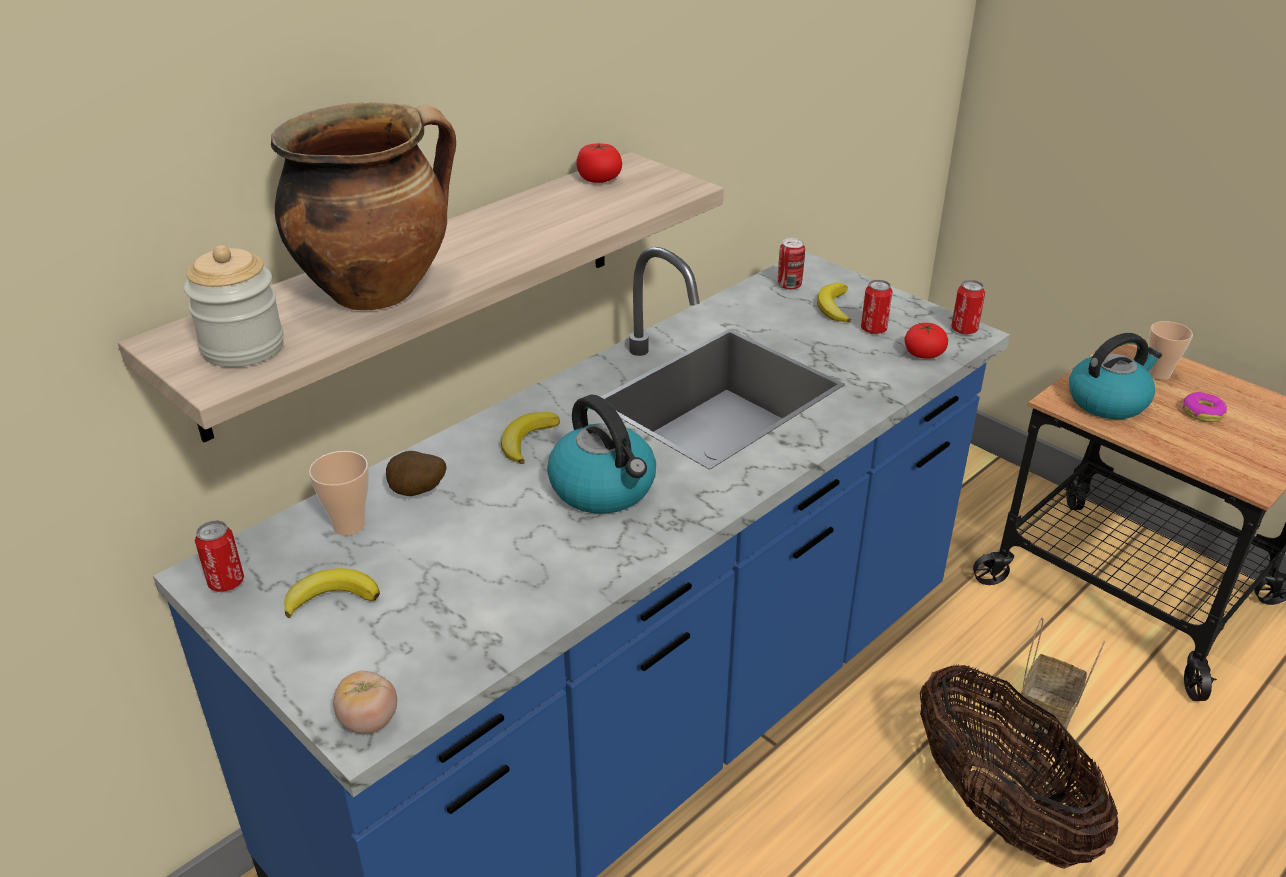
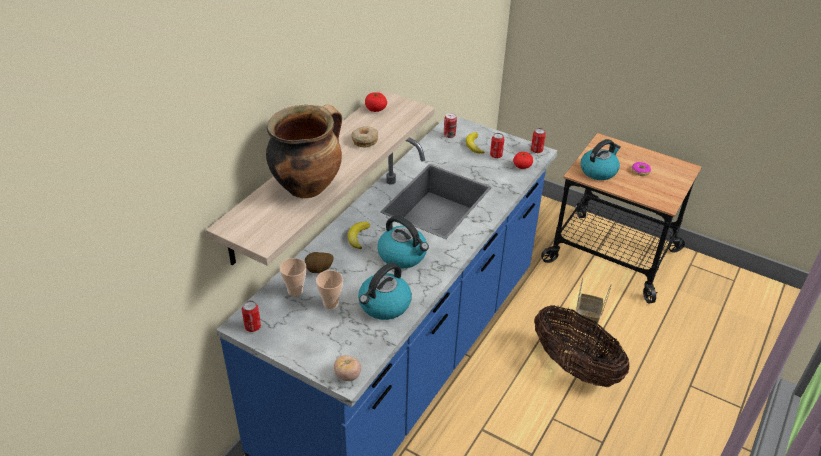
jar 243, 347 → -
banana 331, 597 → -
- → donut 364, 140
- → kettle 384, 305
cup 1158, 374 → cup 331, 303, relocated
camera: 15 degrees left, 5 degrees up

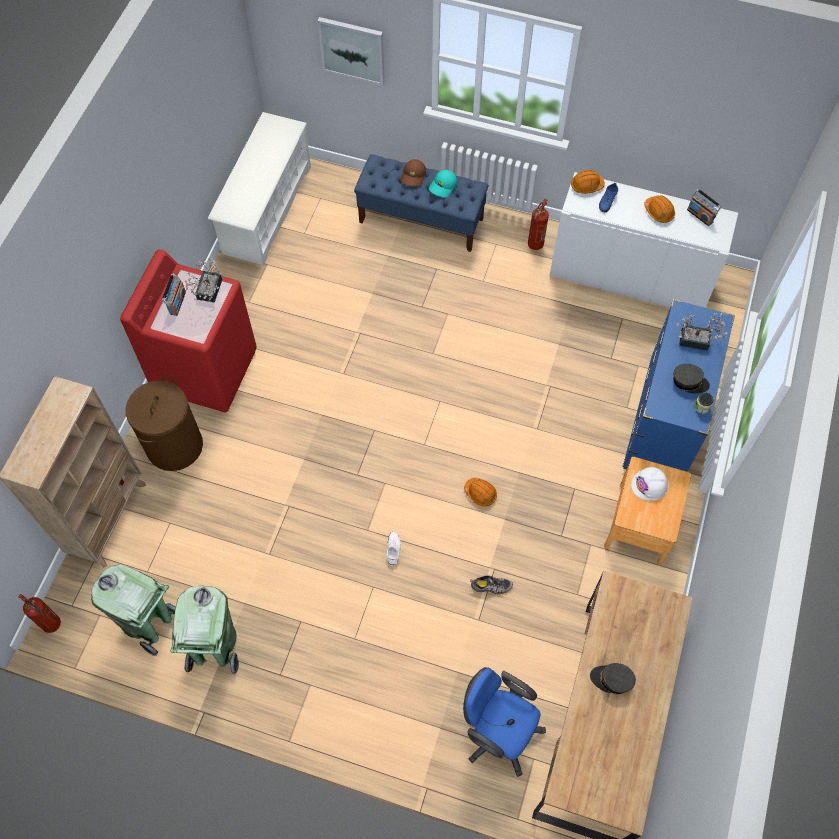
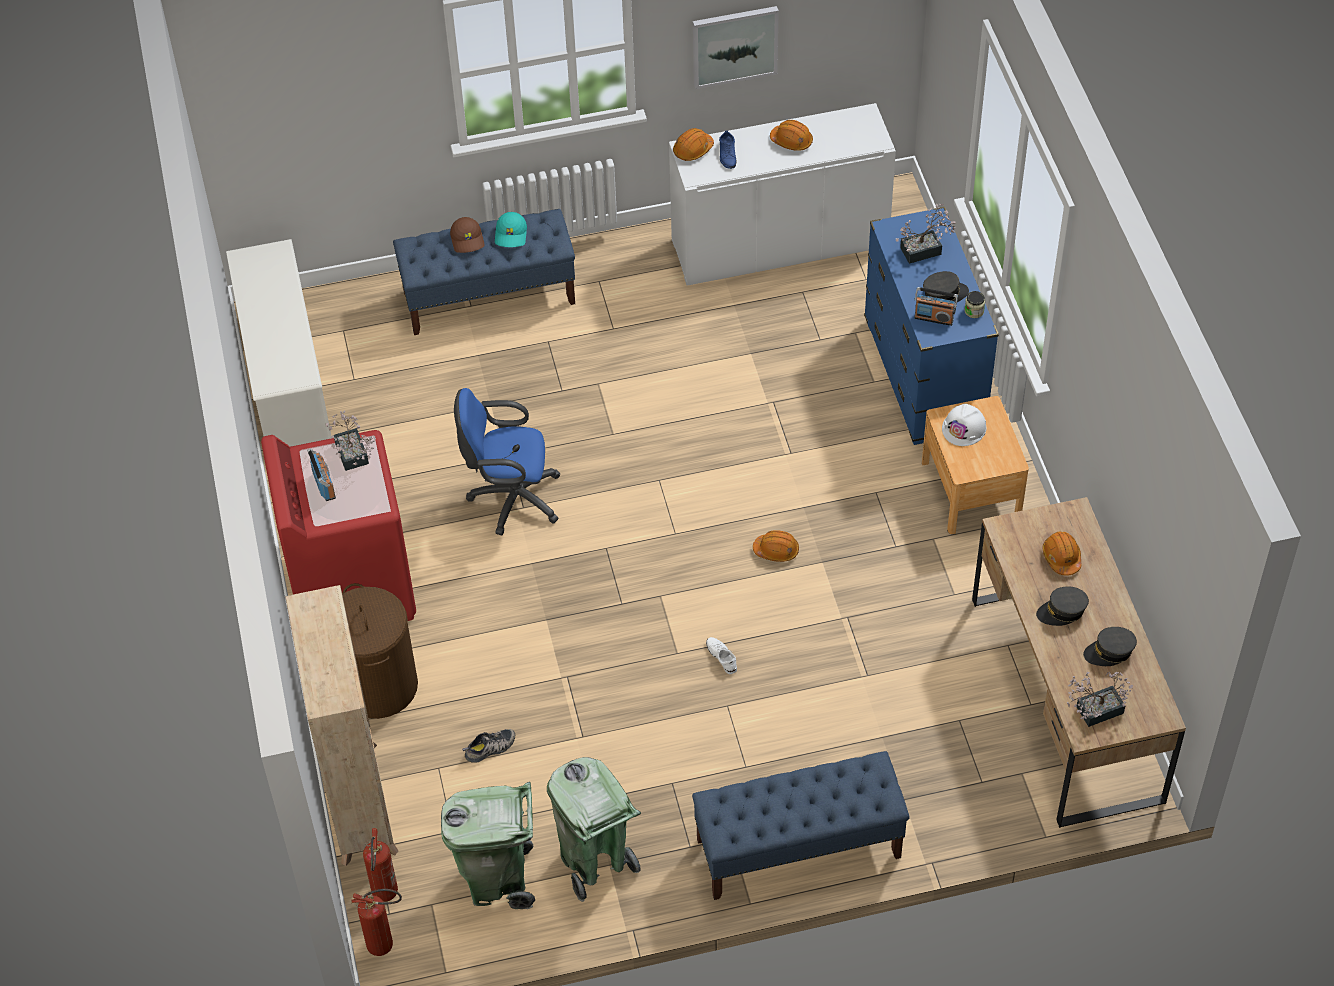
- → blue bench 798, 849
- → orange hard hat 1061, 557
- → potted plant 1094, 711
- → grey cap 1109, 652
picture 352, 50 → picture 734, 45, relocated
blue office chair 497, 731 → blue office chair 510, 498, relocated
shoe 491, 587 → shoe 490, 749, relocated
fire extinguisher 533, 247 → fire extinguisher 384, 897, relocated
radio 700, 215 → radio 934, 318, relocated
camera: 30 degrees left, 10 degrees down

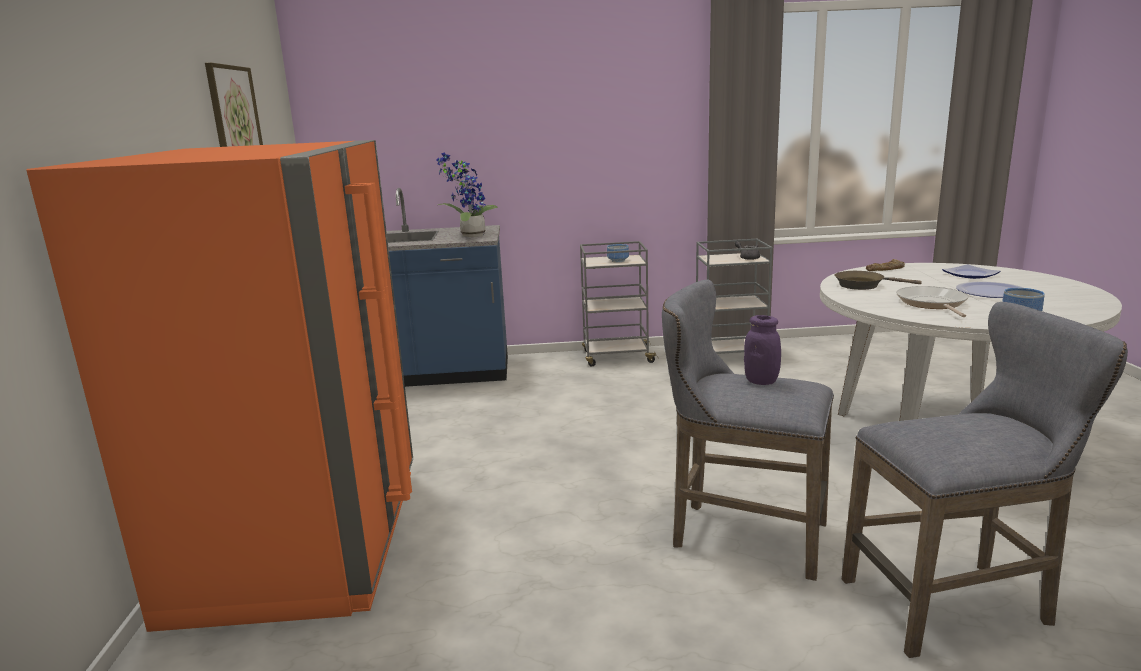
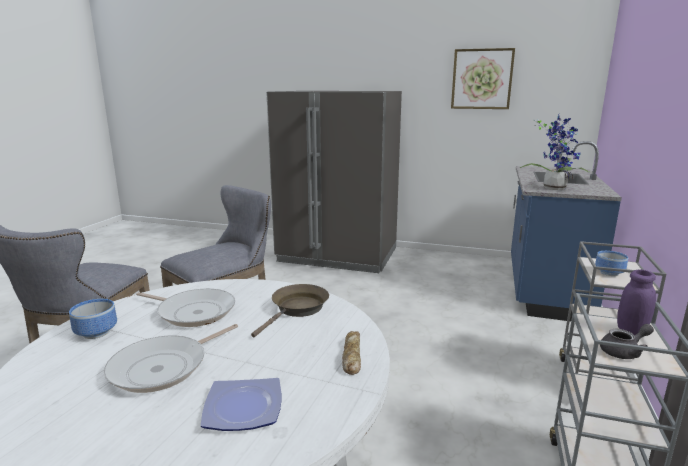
purple jar 761, 381 → purple jar 631, 331, relocated
plate 991, 292 → frying pan 164, 367
orange fridge 305, 540 → grey fridge 338, 255
camera: 110 degrees right, 0 degrees up

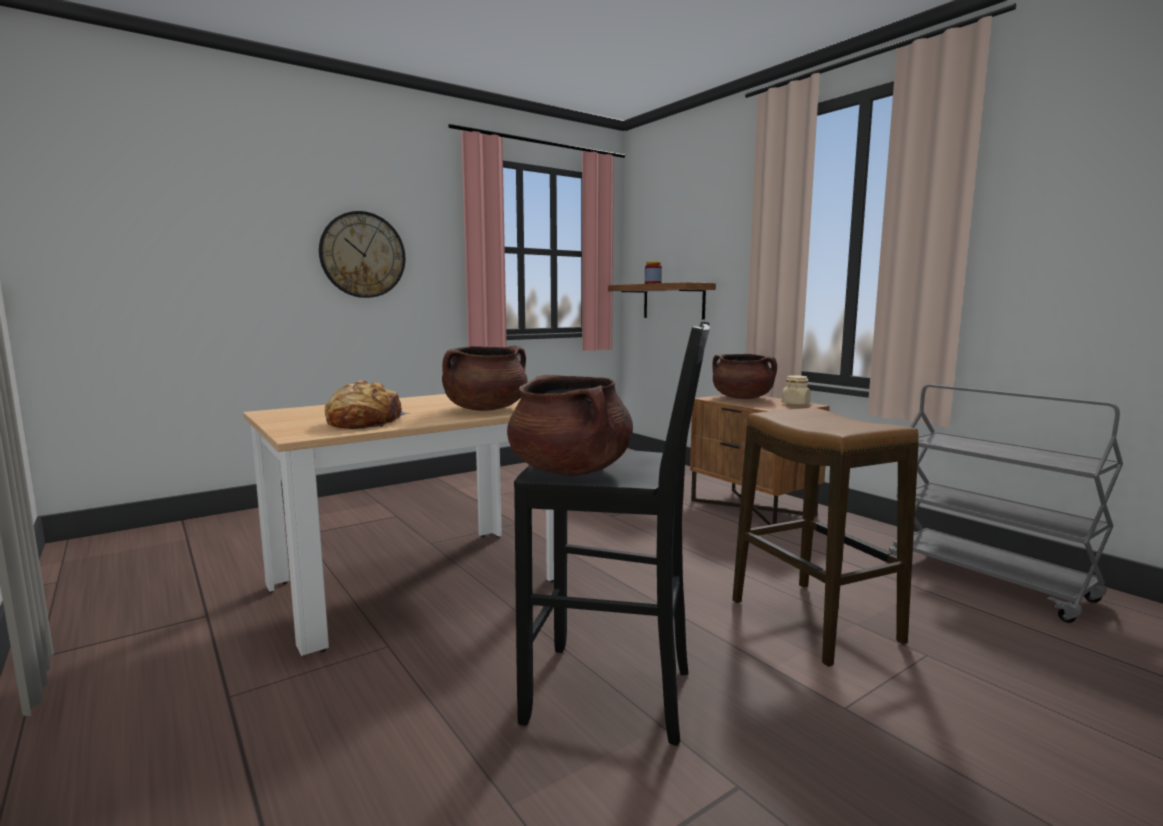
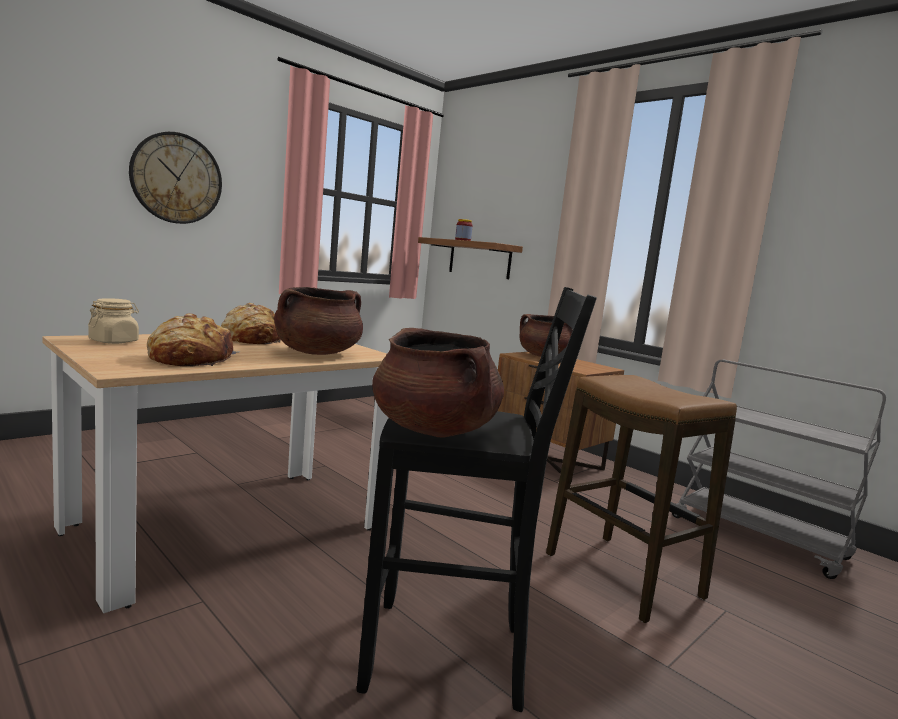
- → bread 252, 339
beige jar 795, 403 → beige jar 114, 341, relocated
camera: 10 degrees left, 0 degrees up

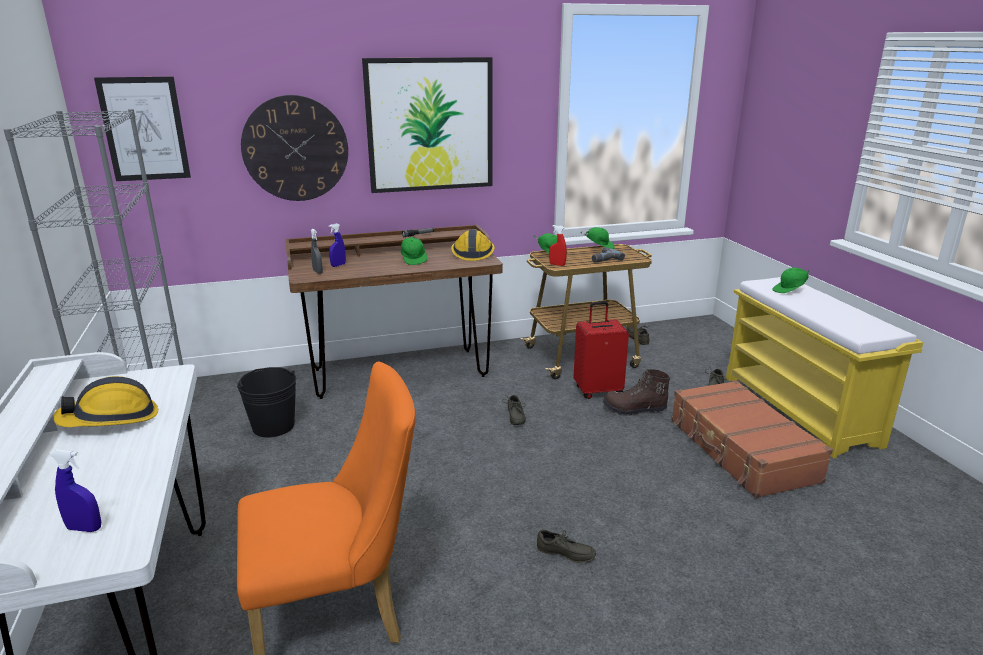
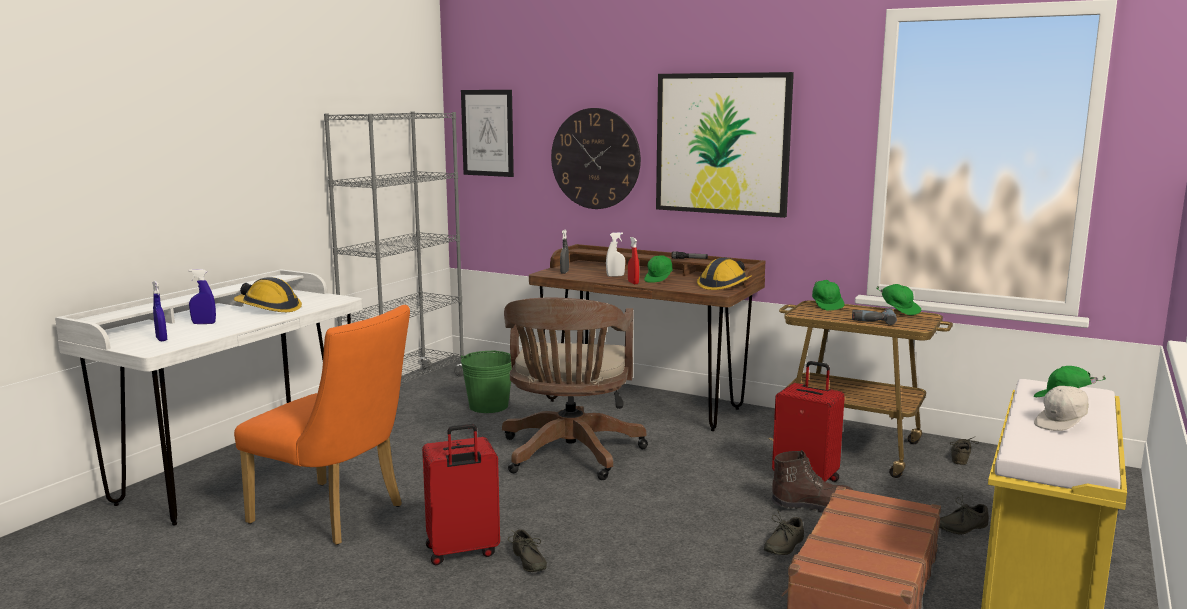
- → red suitcase 462, 552
- → brown office chair 569, 456
- → white spray bottle 615, 276
- → white cap 1062, 424
blue spray bottle 338, 265 → blue spray bottle 204, 323, relocated
grey shoe 514, 417 → grey shoe 782, 545, relocated
red spray bottle 557, 265 → red spray bottle 633, 283, relocated
black bucket 273, 426 → green bucket 488, 406
brown boot 634, 410 → brown boot 813, 506, 135 degrees clockwise
camera: 45 degrees right, 10 degrees down

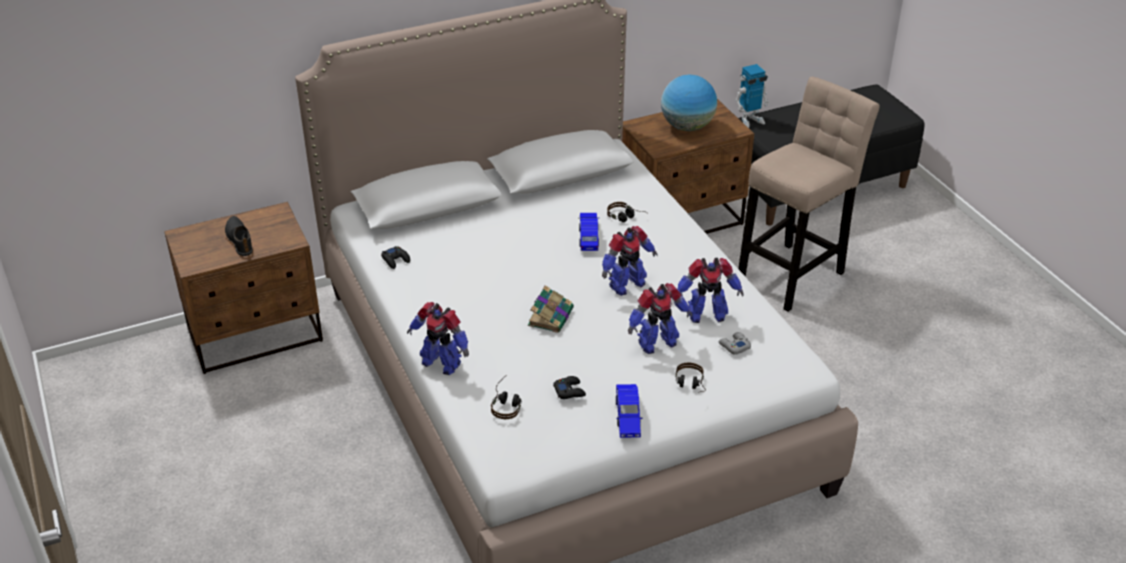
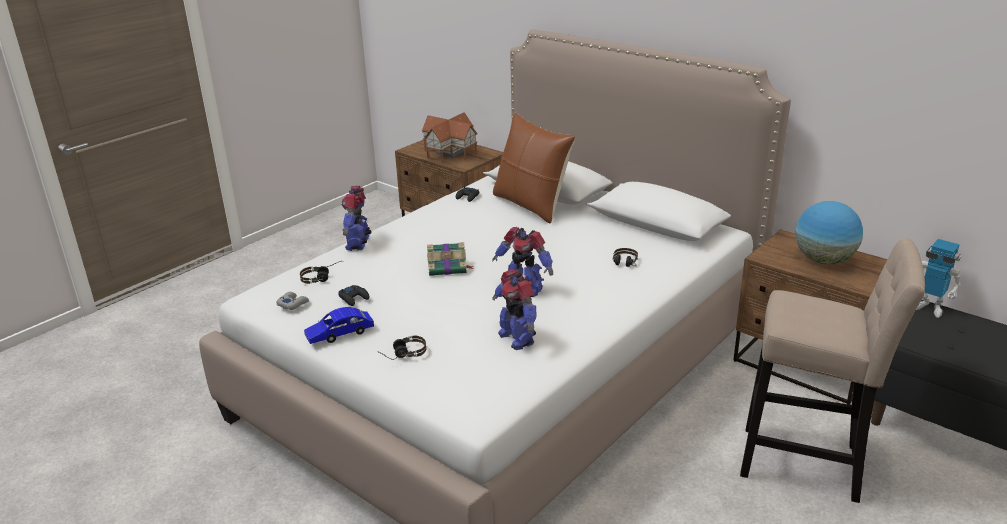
blue toy car 588, 236 → -
toy robot 656, 343 → -
- → brown pillow 531, 205
grey game controller 734, 346 → grey game controller 293, 304, relocated
black shoe 240, 239 → toy house 449, 153
camera: 65 degrees right, 10 degrees down

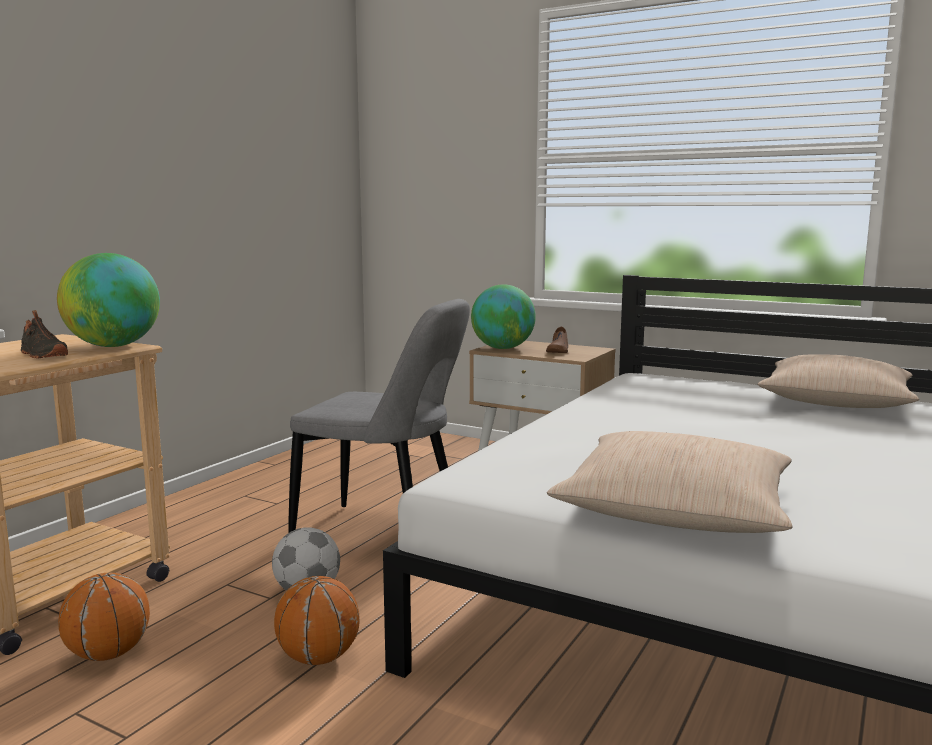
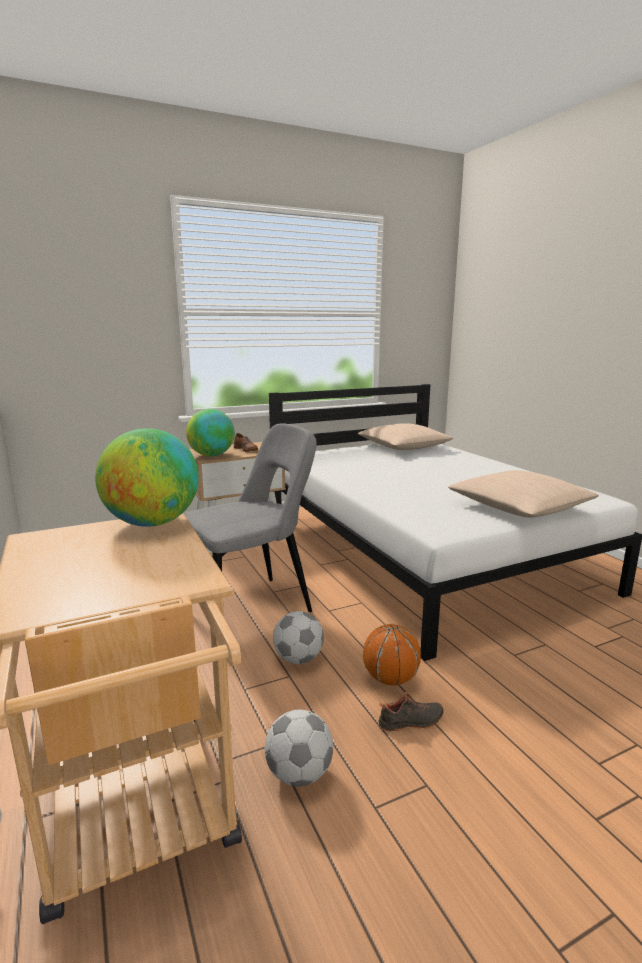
black shoe 42, 355 → black shoe 411, 722, relocated
basketball 108, 654 → football 298, 774
camera: 55 degrees left, 5 degrees up

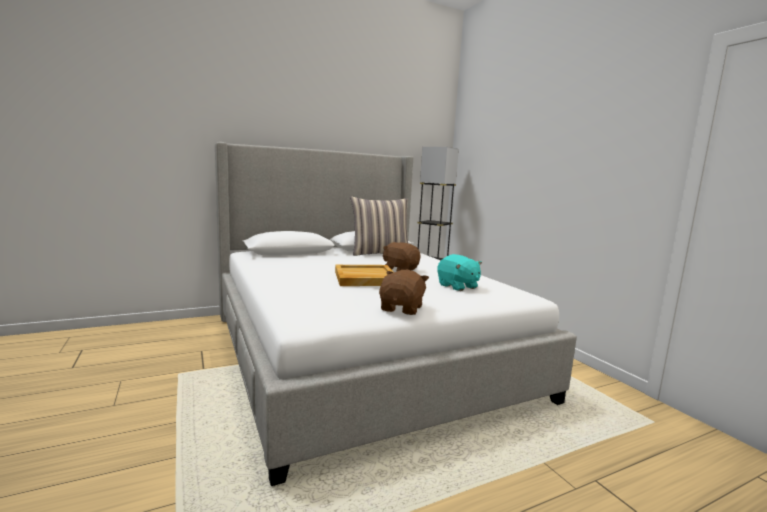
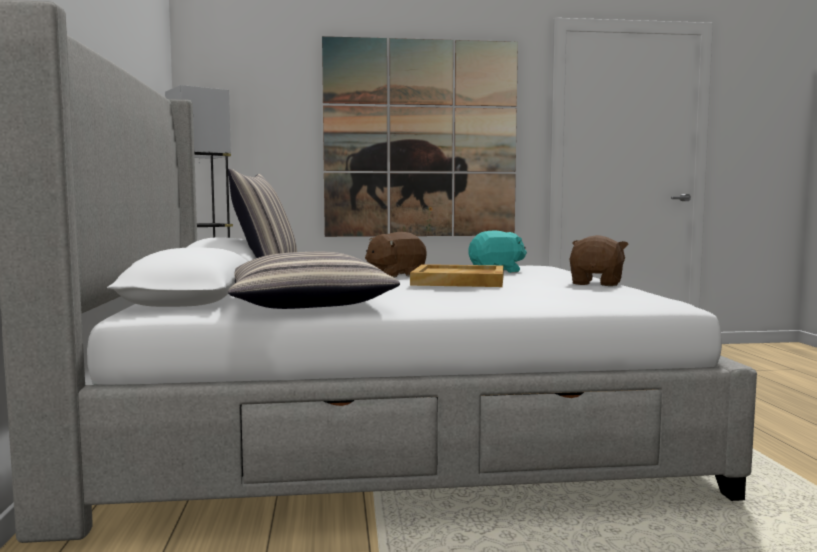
- → pillow 307, 303
- → picture 420, 139
brown plush toy 402, 309 → brown plush toy 597, 283, 75 degrees clockwise
camera: 70 degrees left, 5 degrees down

